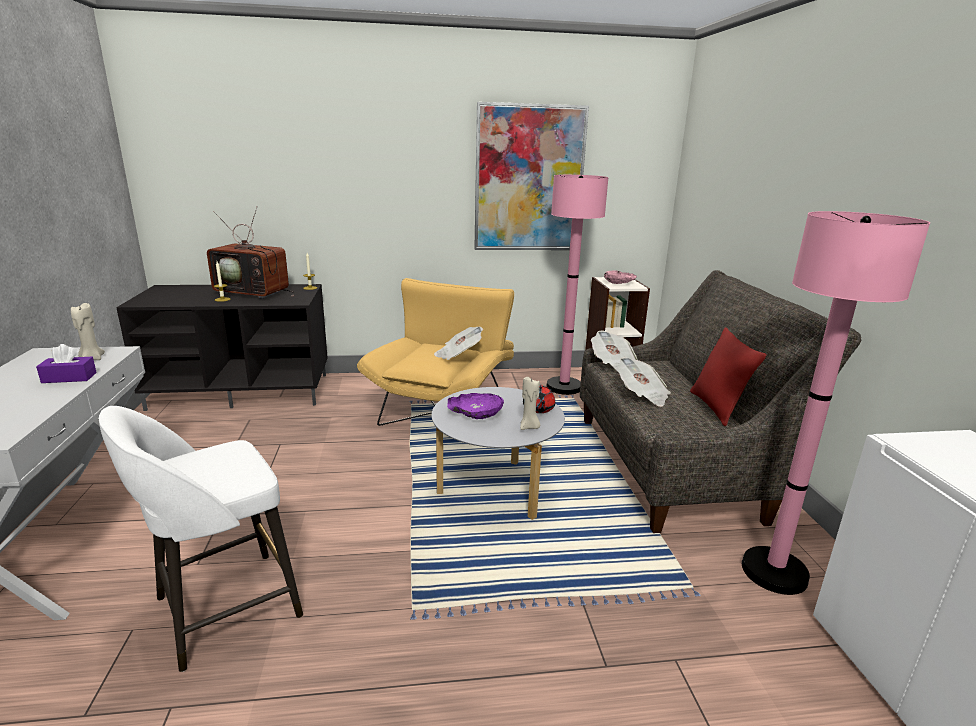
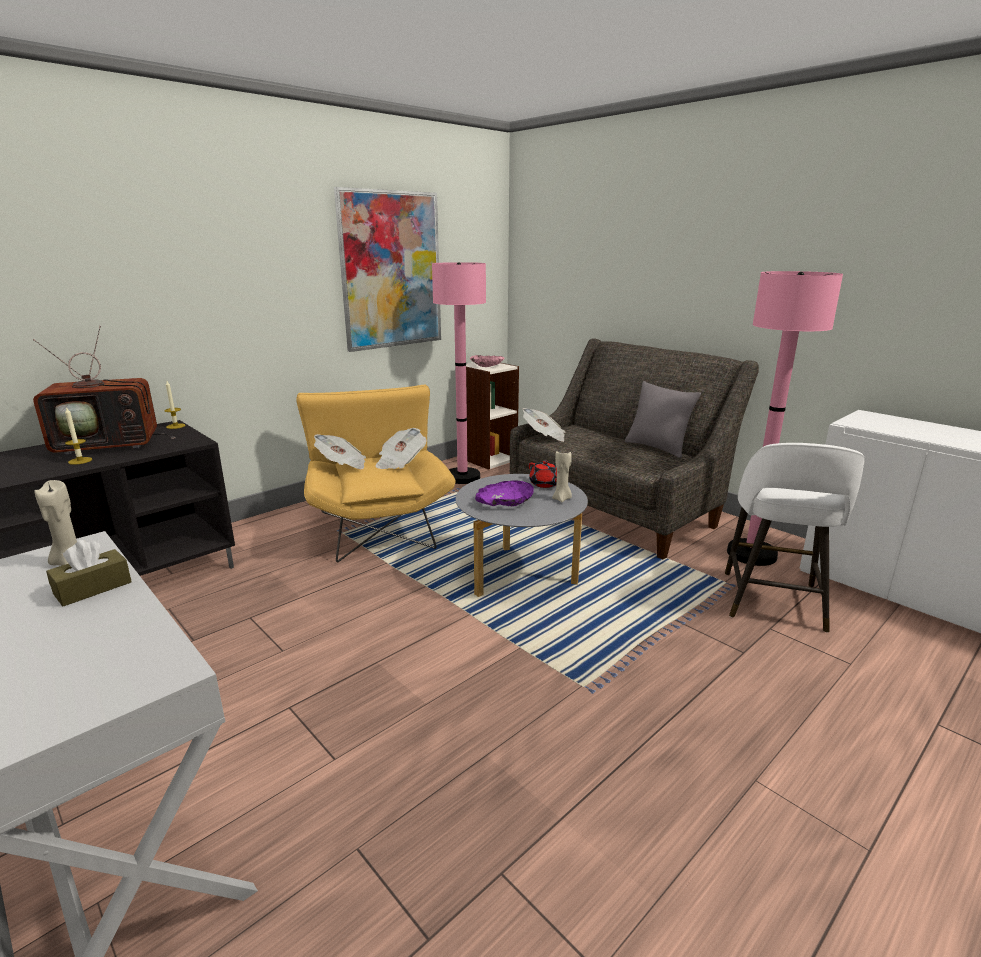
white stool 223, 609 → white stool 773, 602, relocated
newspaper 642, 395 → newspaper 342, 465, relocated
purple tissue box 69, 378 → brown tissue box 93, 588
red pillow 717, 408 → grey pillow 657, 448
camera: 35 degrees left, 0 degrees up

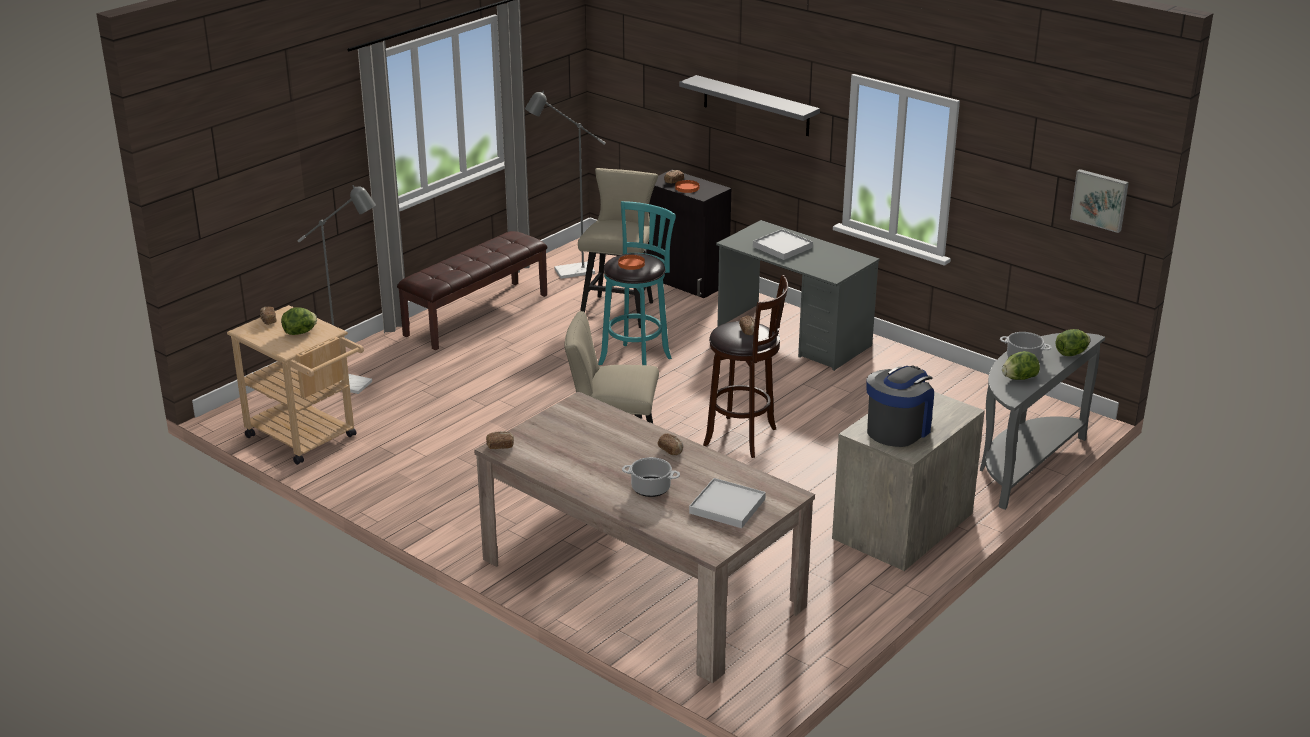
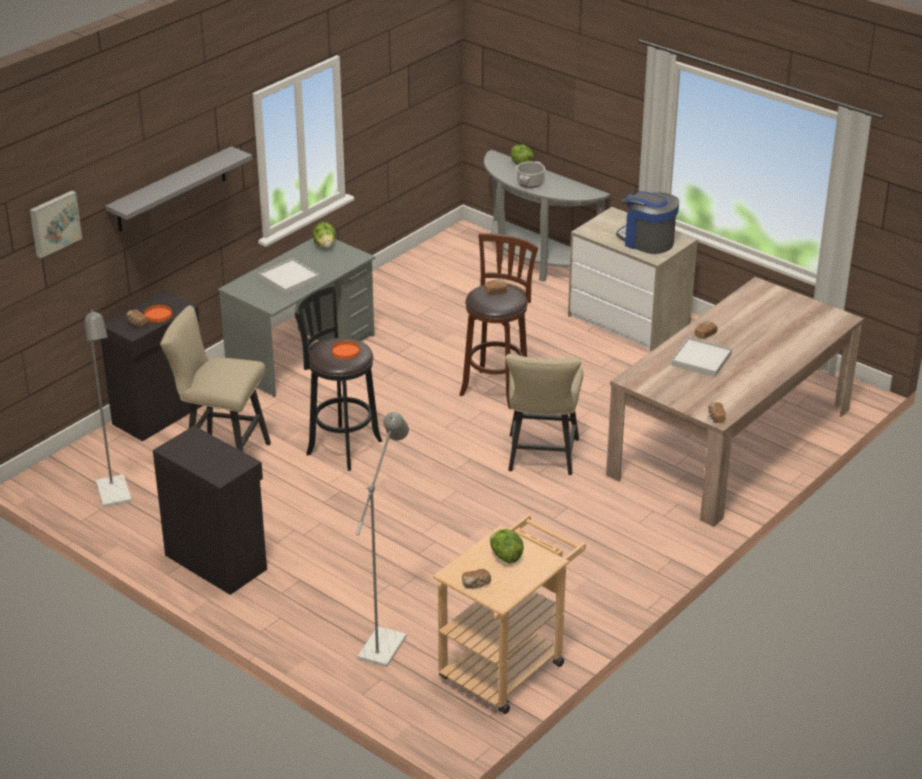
cooking pot 650, 488 → -
white tray 727, 506 → white tray 701, 360, relocated
lettuce 1019, 378 → lettuce 325, 246, relocated
picture 1100, 199 → picture 54, 223, relocated
brown bench 476, 314 → black cabinet 216, 561
turquoise stool 637, 359 → black stool 340, 446
camera: 90 degrees left, 5 degrees up

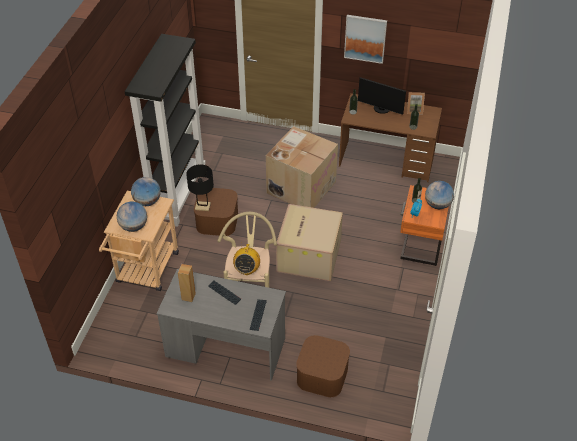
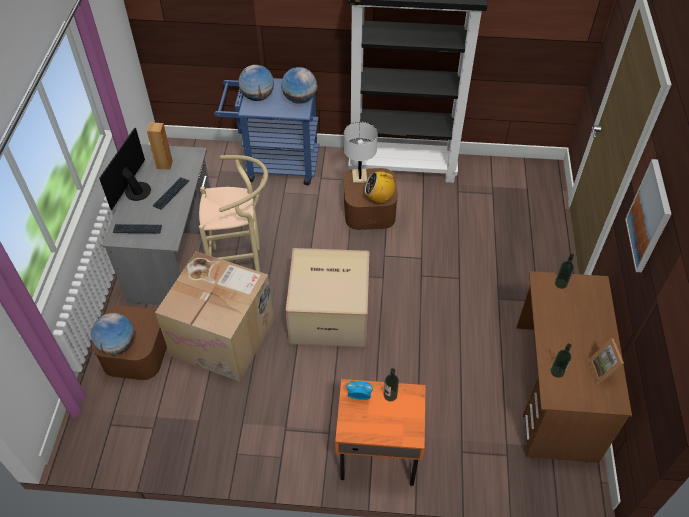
radio 247, 270 → radio 379, 198, relocated
cardboard box 301, 186 → cardboard box 224, 337, relocated
monitor 381, 109 → monitor 135, 191, relocated
globe 437, 205 → globe 117, 345, relocated
beige cart 145, 272 → blue cart 275, 164
black table lamp 202, 206 → white table lamp 359, 176
camera: 80 degrees right, 5 degrees up

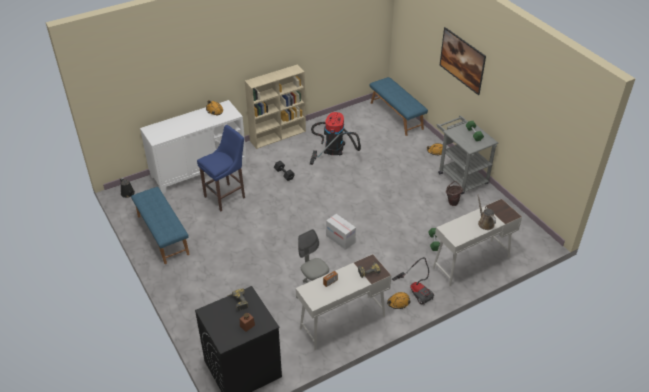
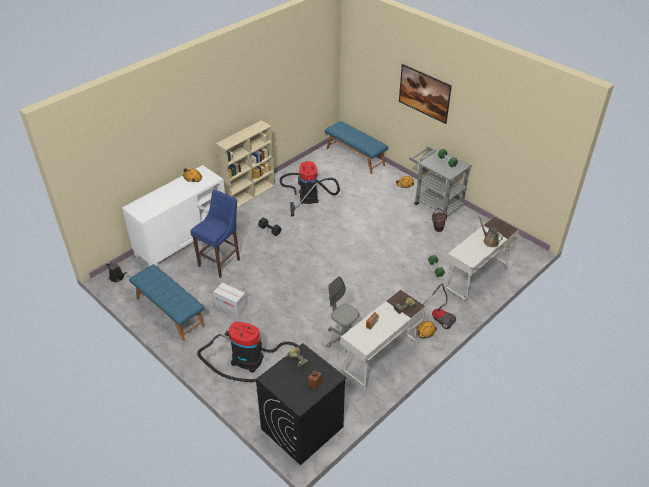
- → vacuum cleaner 251, 360
cardboard box 340, 239 → cardboard box 231, 307, relocated
camera: 15 degrees left, 0 degrees up

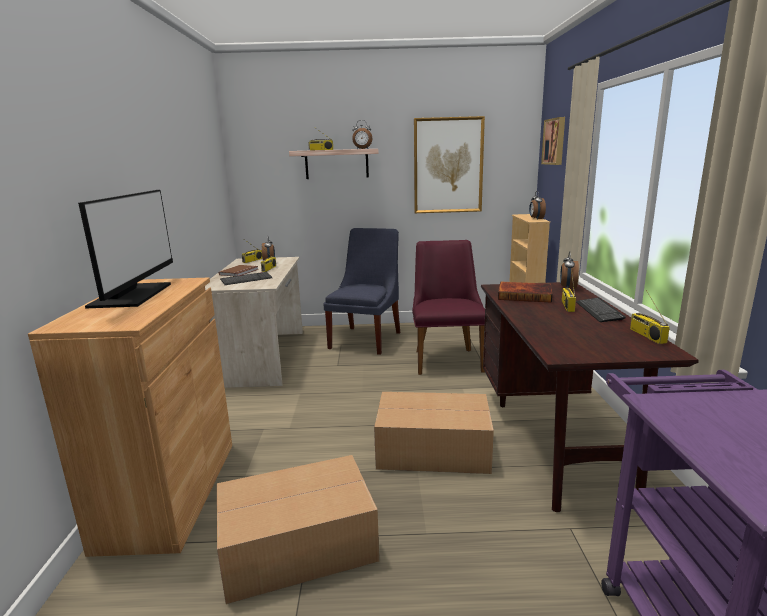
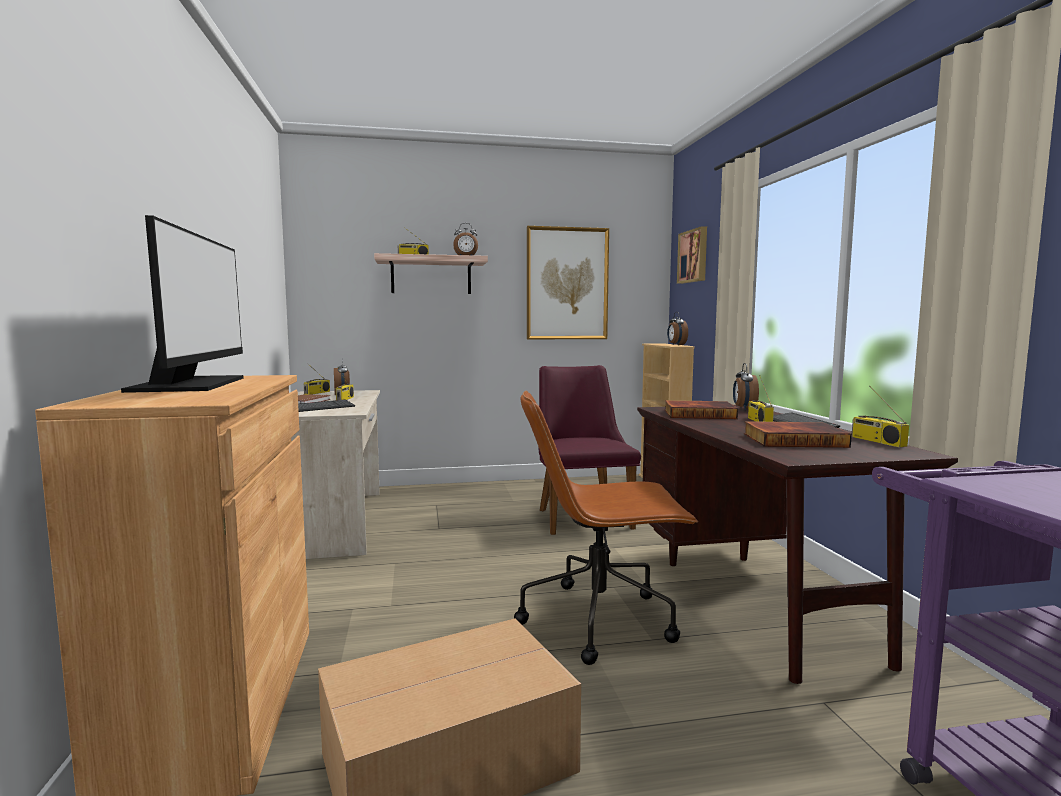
blue chair 367, 339 → -
- → book 794, 440
cardboard box 431, 449 → brown office chair 600, 619
camera: 10 degrees left, 10 degrees down

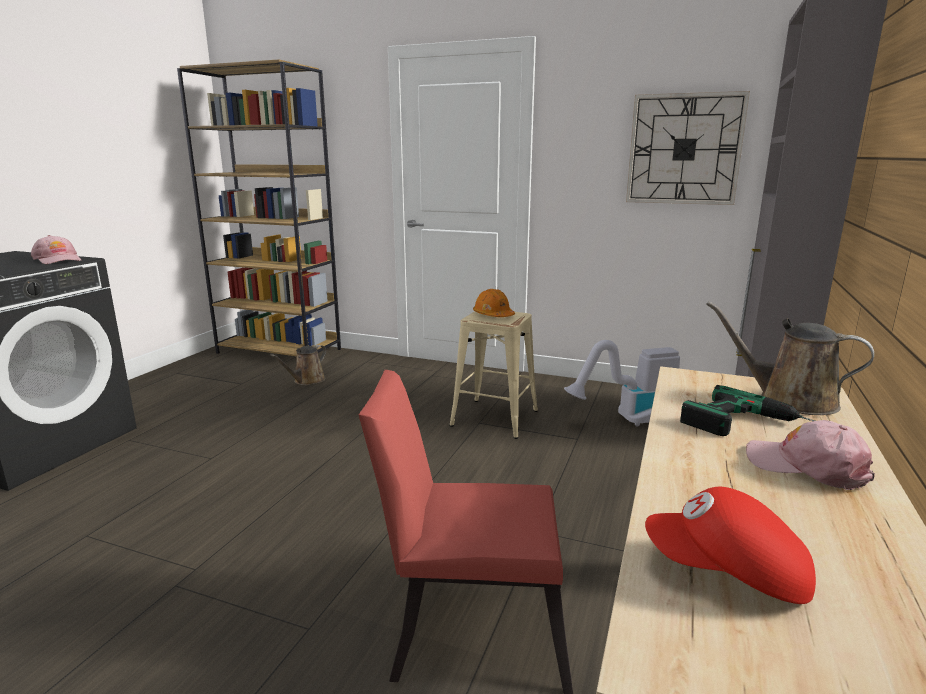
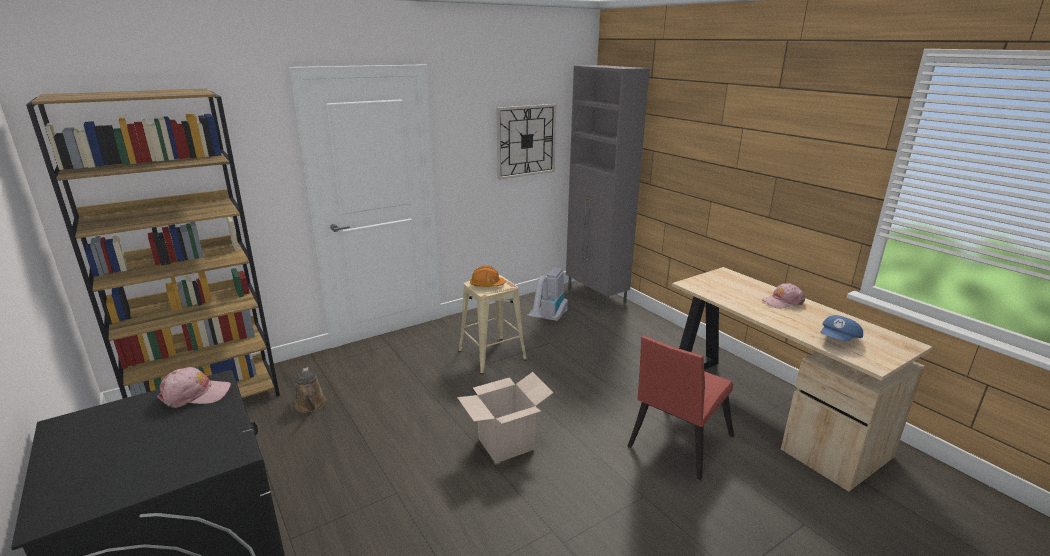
power drill 749, 425 → -
brown watering can 789, 400 → -
- → cardboard box 506, 444
red cap 728, 574 → blue cap 839, 340
camera: 55 degrees left, 5 degrees up

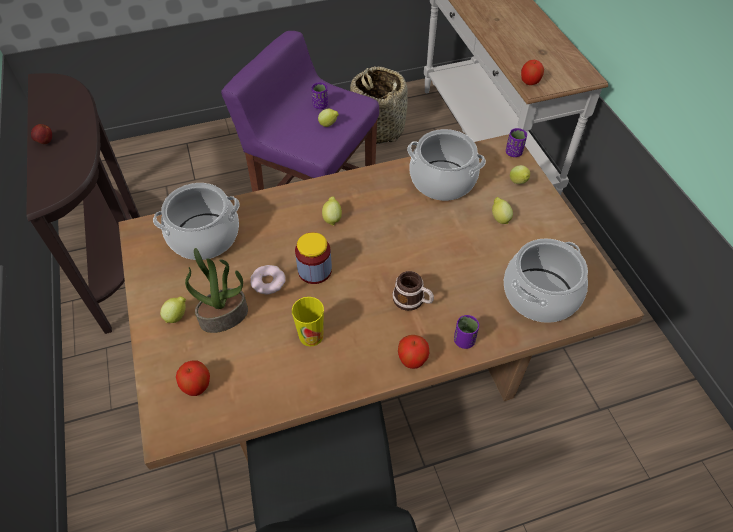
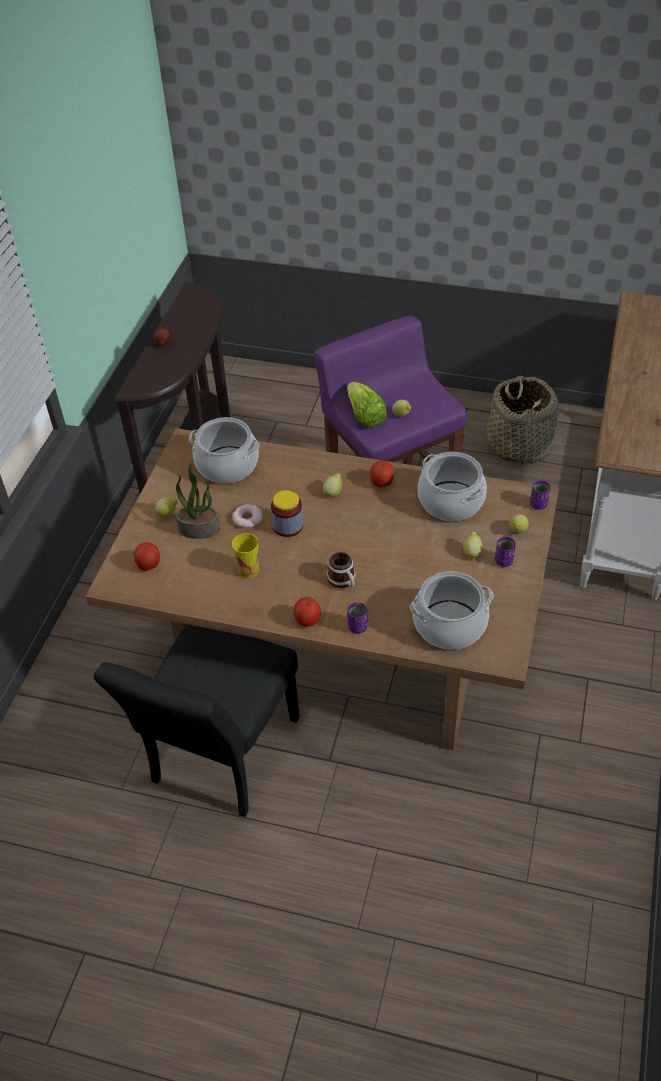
- → lettuce 365, 415
purple cup 320, 105 → purple cup 504, 561, relocated
apple 530, 82 → apple 381, 483, relocated
camera: 35 degrees right, 5 degrees down

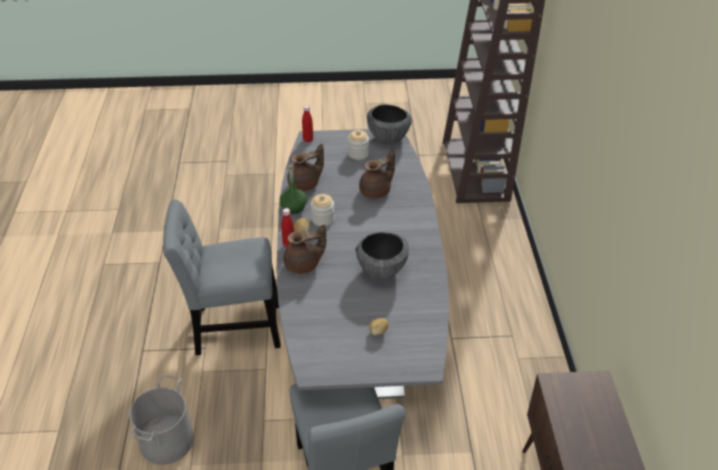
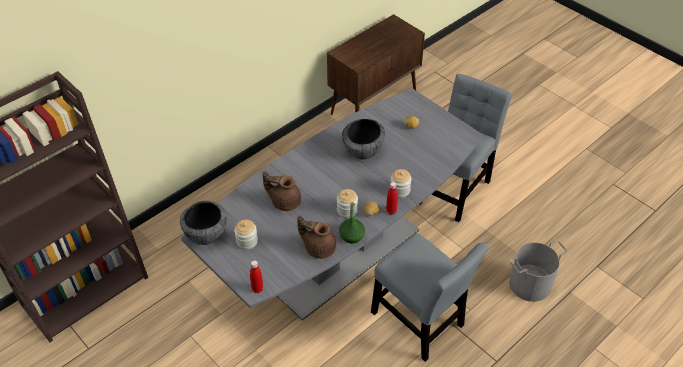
brown teapot 304, 265 → jar 400, 190
camera: 130 degrees left, 5 degrees up

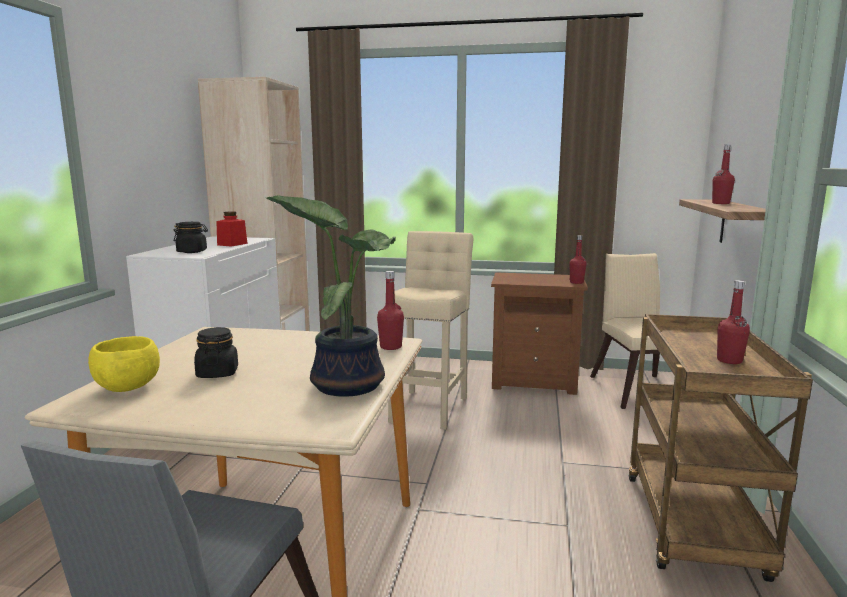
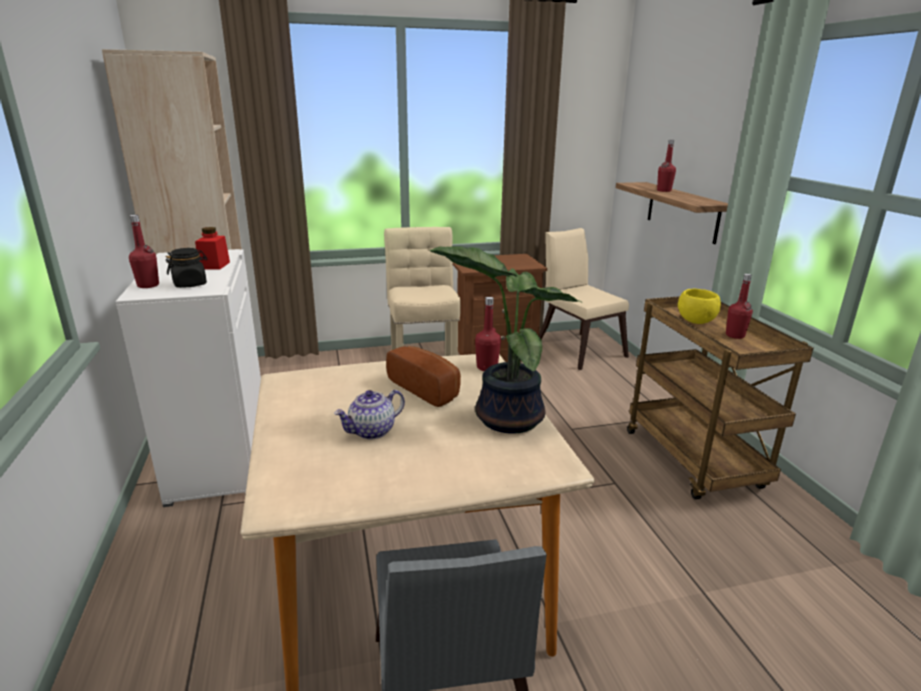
- → bread 427, 388
yellow bowl 128, 388 → yellow bowl 696, 321, relocated
red bottle 576, 282 → red bottle 148, 285, relocated
black jar 217, 373 → teapot 372, 431
camera: 25 degrees left, 10 degrees up

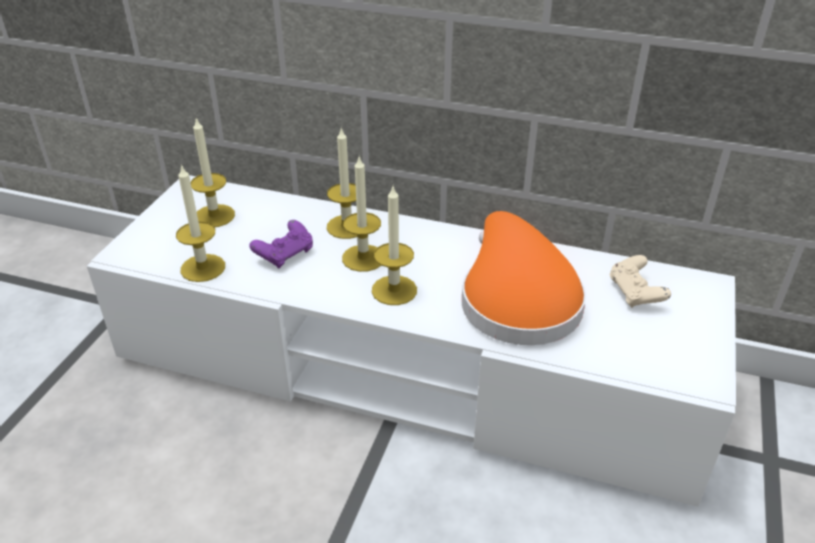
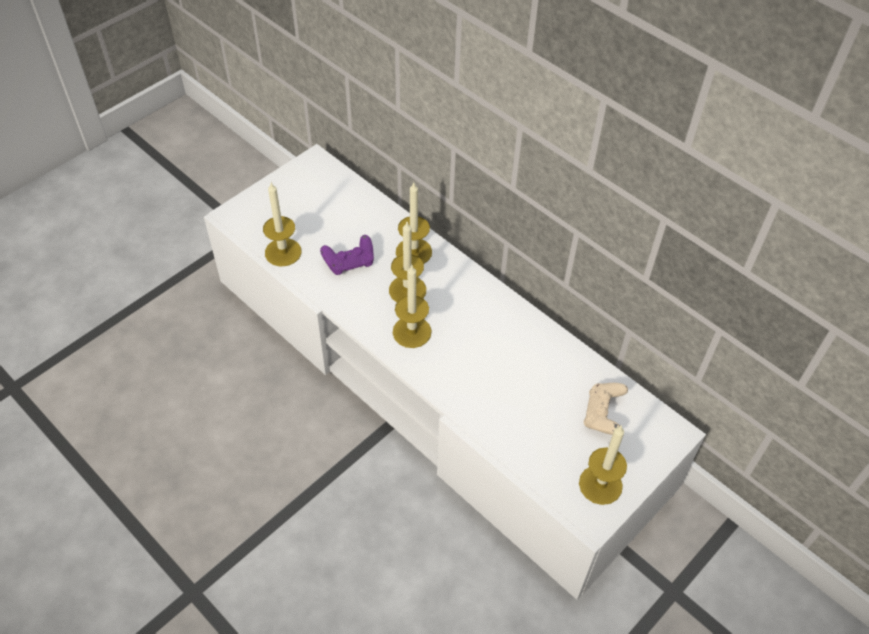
orange hat 516, 299 → -
candle 214, 216 → candle 600, 484, relocated
camera: 25 degrees right, 15 degrees up

